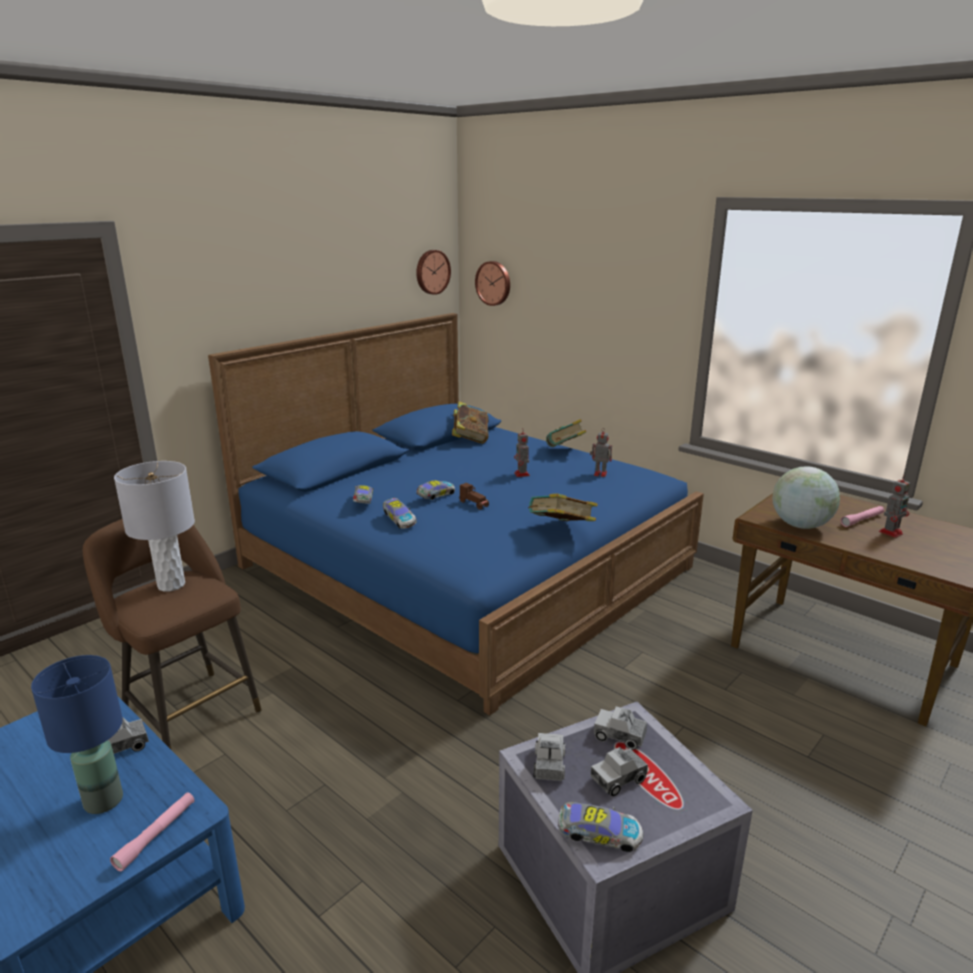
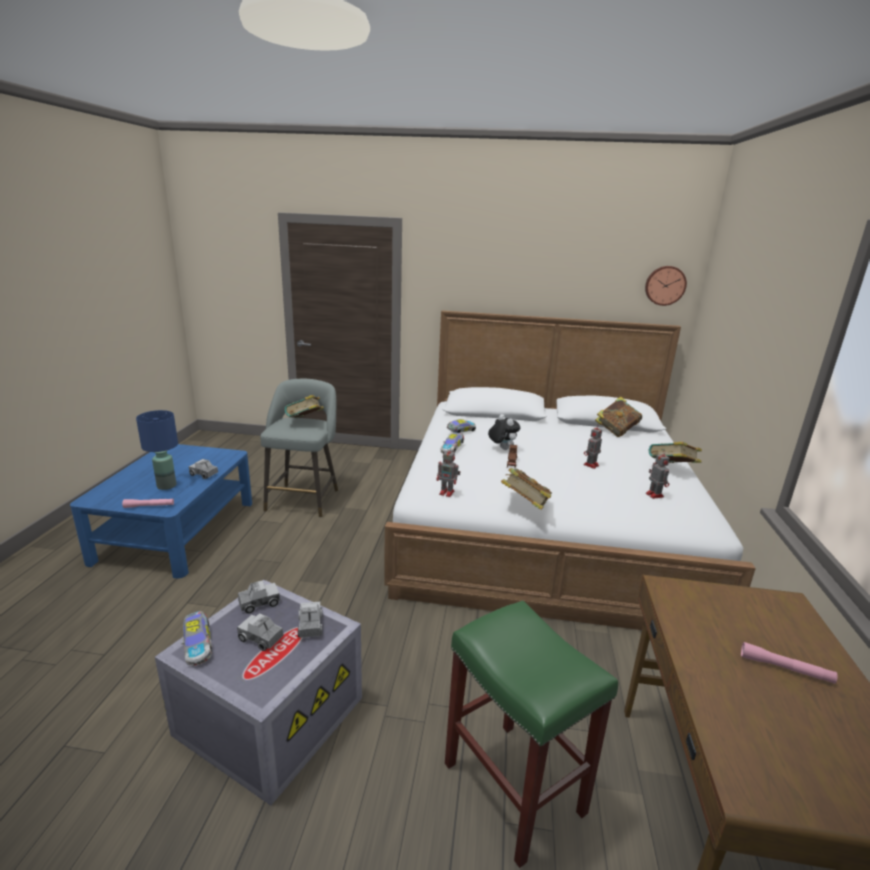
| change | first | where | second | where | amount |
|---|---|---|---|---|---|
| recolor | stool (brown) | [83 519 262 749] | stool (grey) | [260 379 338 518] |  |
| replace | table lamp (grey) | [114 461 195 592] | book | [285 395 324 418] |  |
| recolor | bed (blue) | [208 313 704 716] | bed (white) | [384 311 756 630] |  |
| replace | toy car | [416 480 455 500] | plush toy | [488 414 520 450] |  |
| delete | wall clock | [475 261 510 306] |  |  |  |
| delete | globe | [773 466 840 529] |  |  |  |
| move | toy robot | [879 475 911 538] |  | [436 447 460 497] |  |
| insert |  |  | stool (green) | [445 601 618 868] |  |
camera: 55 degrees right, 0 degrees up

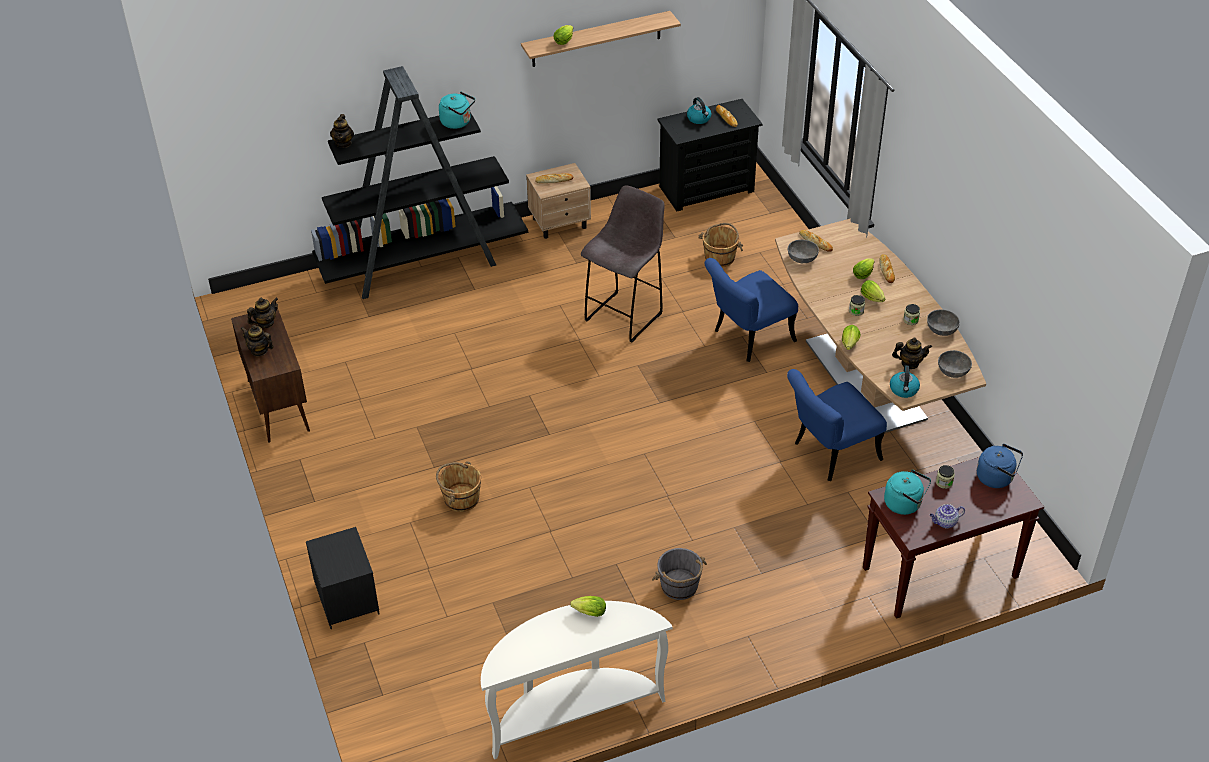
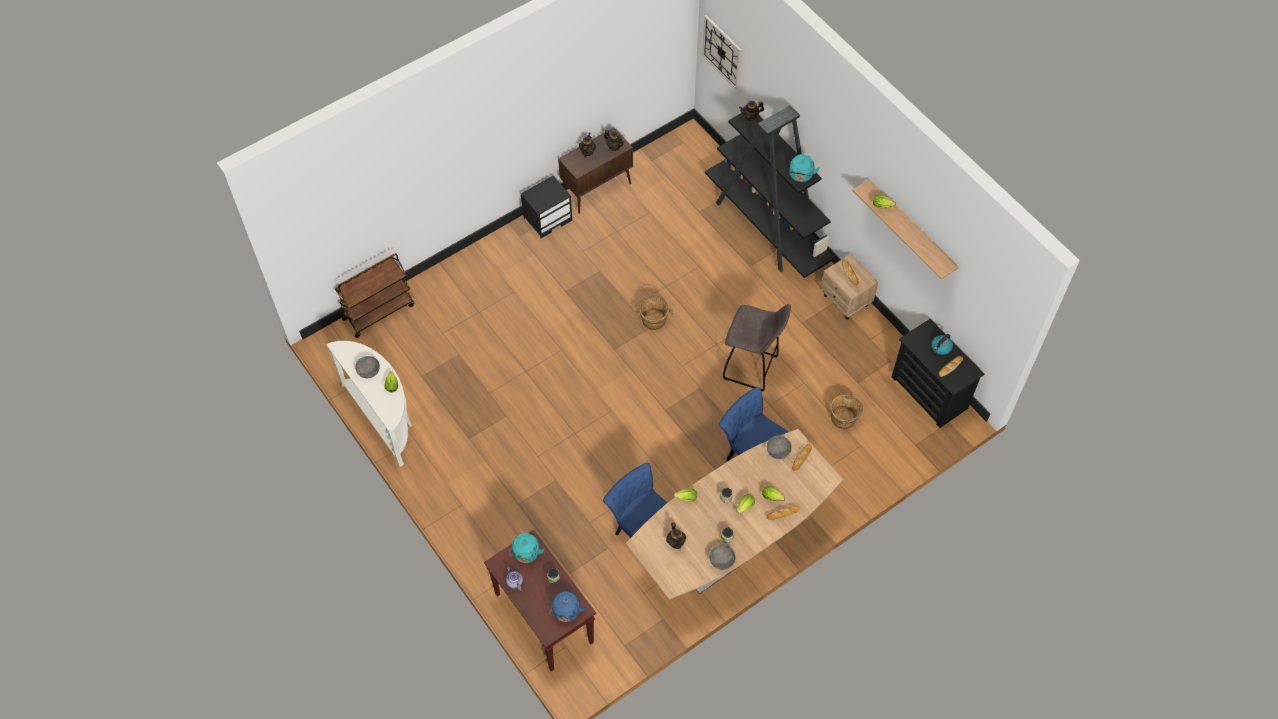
| change | first | where | second | where | amount |
|---|---|---|---|---|---|
| move | nightstand (black) | [306 527 380 629] |  | [521 176 572 238] |  |
| move | bucket (brown) | [436 461 481 512] |  | [635 294 673 330] |  |
| delete | bucket (grey) | [652 548 707 600] |  |  |  |
| delete | kettle | [890 365 920 398] |  |  |  |
| move | bowl (grey) | [938 350 972 378] |  | [355 356 380 378] |  |
| insert |  |  | cart (brown) | [335 253 414 338] |  |
| insert |  |  | wall clock | [702 15 742 90] |  |
camera: 75 degrees right, 15 degrees up

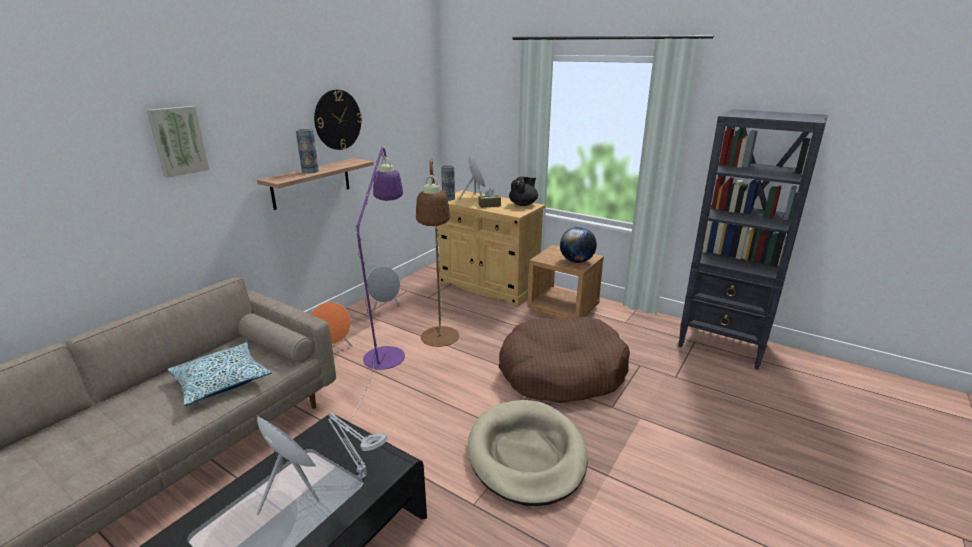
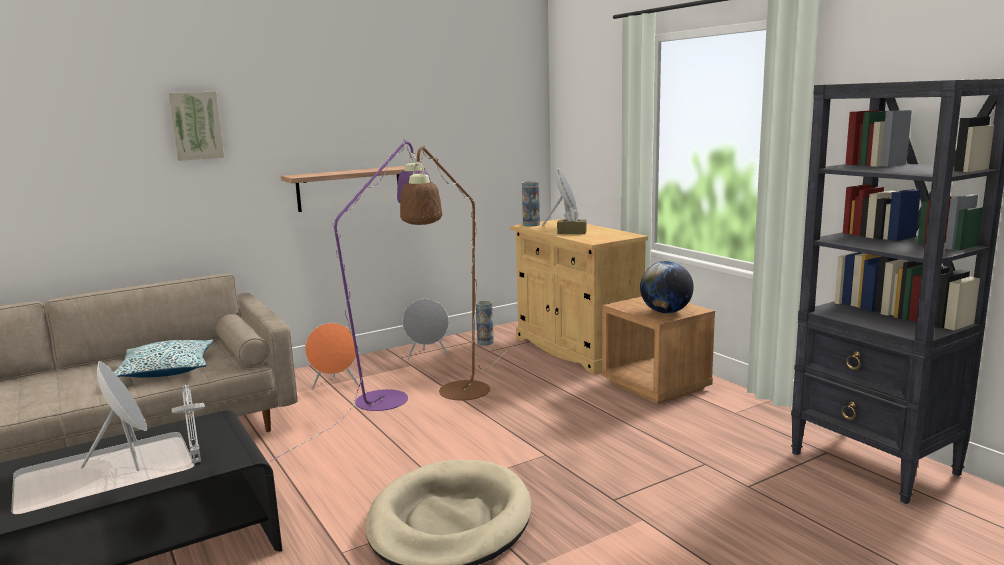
| change | first | where | second | where | amount |
|---|---|---|---|---|---|
| move | vase | [296 129 319 173] |  | [476 301 494 345] |  |
| delete | wall clock | [314 90 362 150] |  |  |  |
| delete | dog bed (brown) | [499 317 630 403] |  |  |  |
| delete | teapot (black) | [509 177 538 206] |  |  |  |
camera: 25 degrees right, 10 degrees down

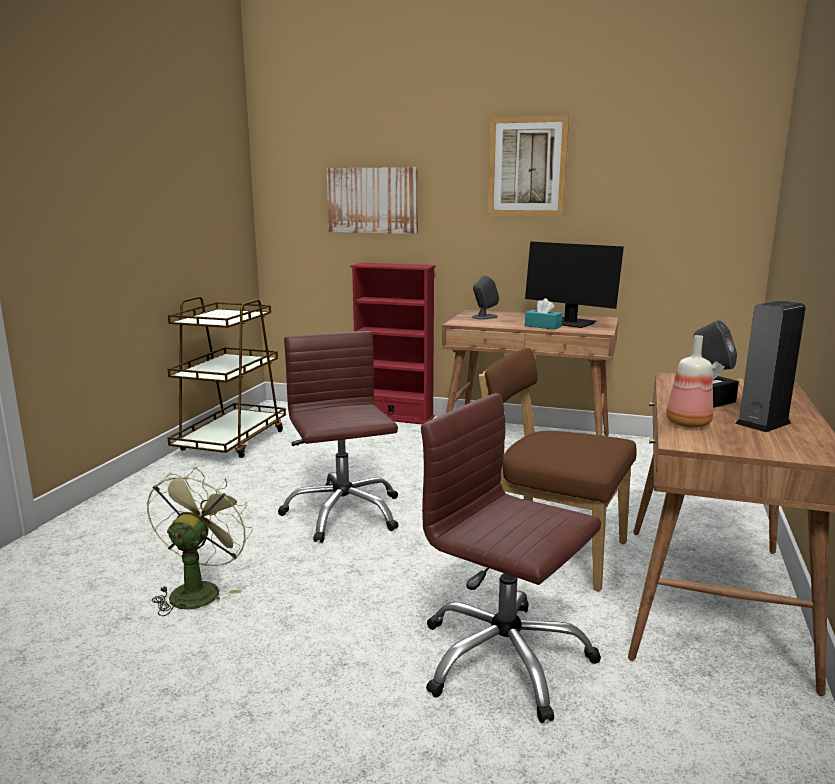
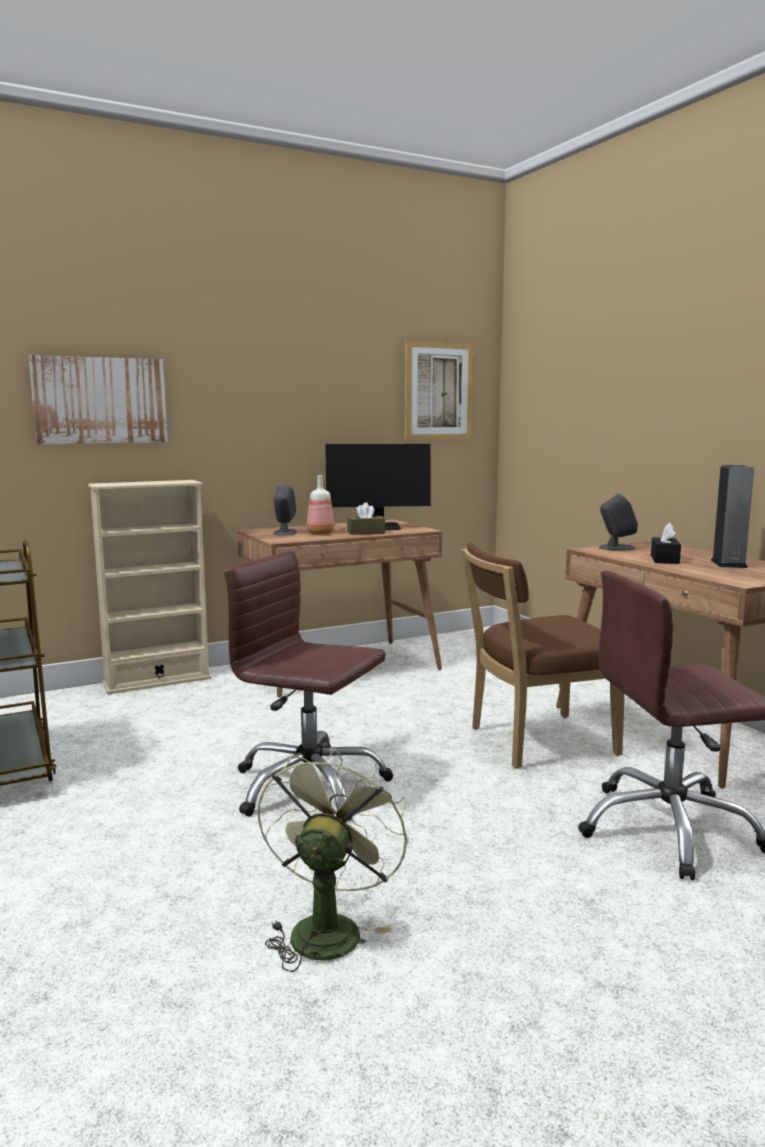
| change | first | where | second | where | amount |
|---|---|---|---|---|---|
| rotate | fan (green) | [147 467 253 616] |  | [257 747 409 972] | 45 degrees clockwise |
| recolor | bookcase (red) | [350 263 436 424] | bookcase (beige) | [88 480 211 694] |  |
| move | picture | [488 116 569 216] |  | [405 341 474 440] |  |
| recolor | tissue box (turquoise) | [525 298 563 330] | tissue box (brown) | [347 502 385 535] |  |
| move | bottle | [666 335 713 428] |  | [307 475 335 534] |  |
camera: 45 degrees left, 5 degrees down

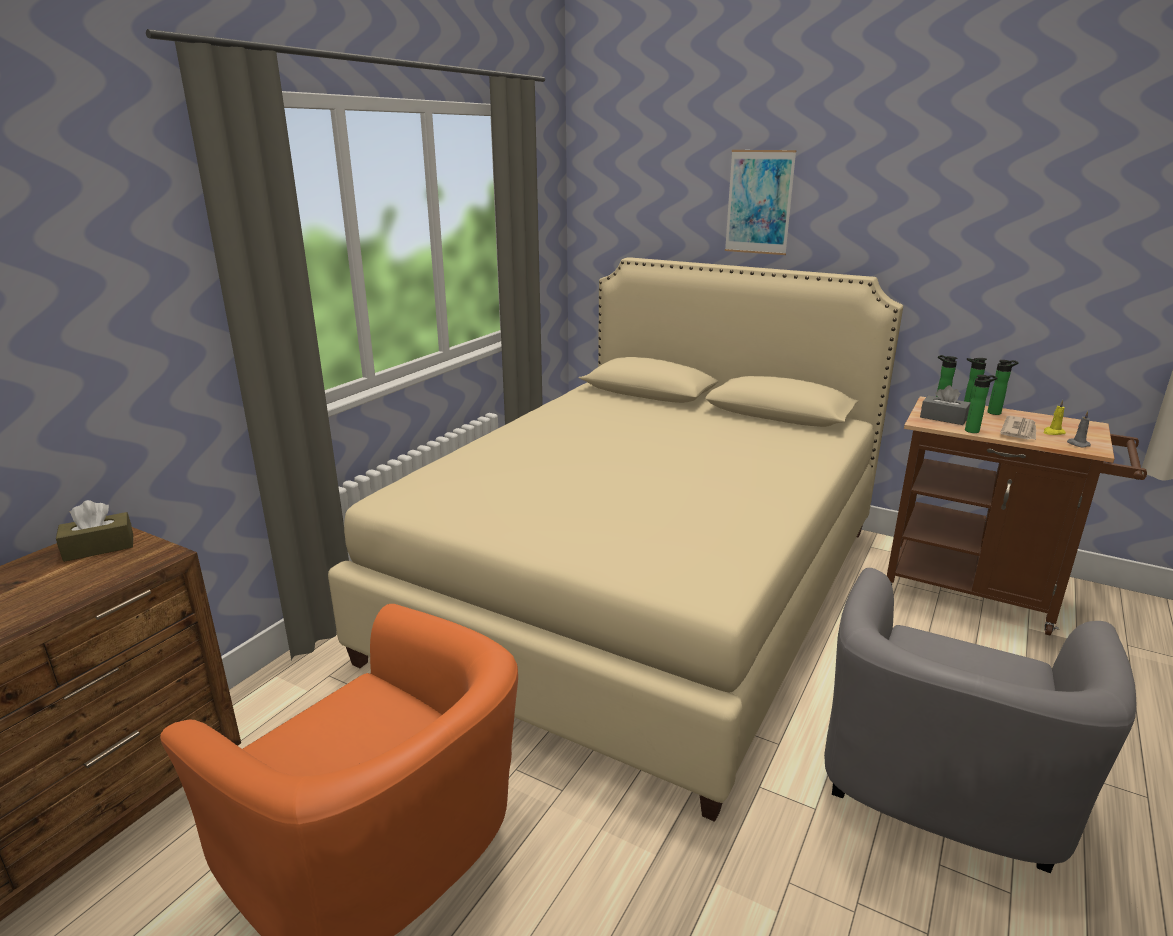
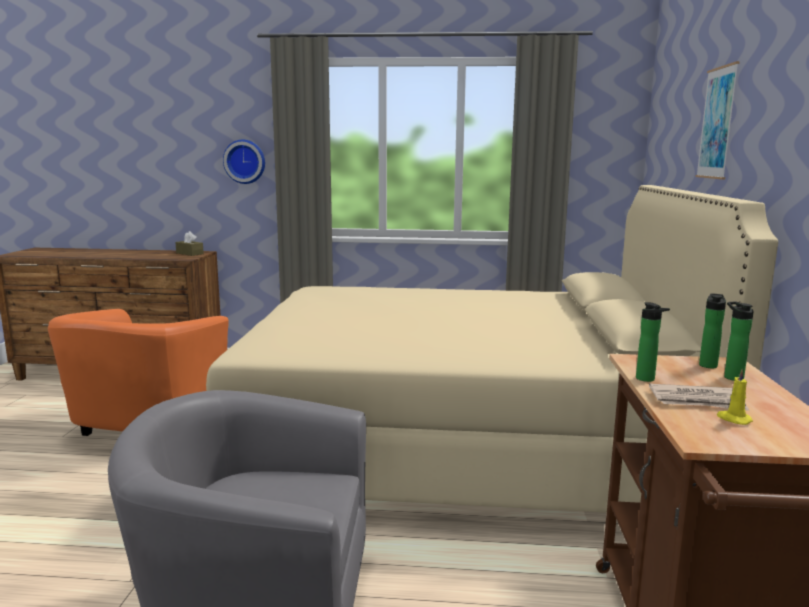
| change | first | where | second | where | amount |
|---|---|---|---|---|---|
| delete | tissue box (grey) | [920 385 970 425] |  |  |  |
| delete | bottle | [987 360 1019 415] |  |  |  |
| delete | candle (grey) | [1067 411 1091 448] |  |  |  |
| insert |  |  | wall clock | [223 140 265 184] |  |
camera: 65 degrees right, 10 degrees down

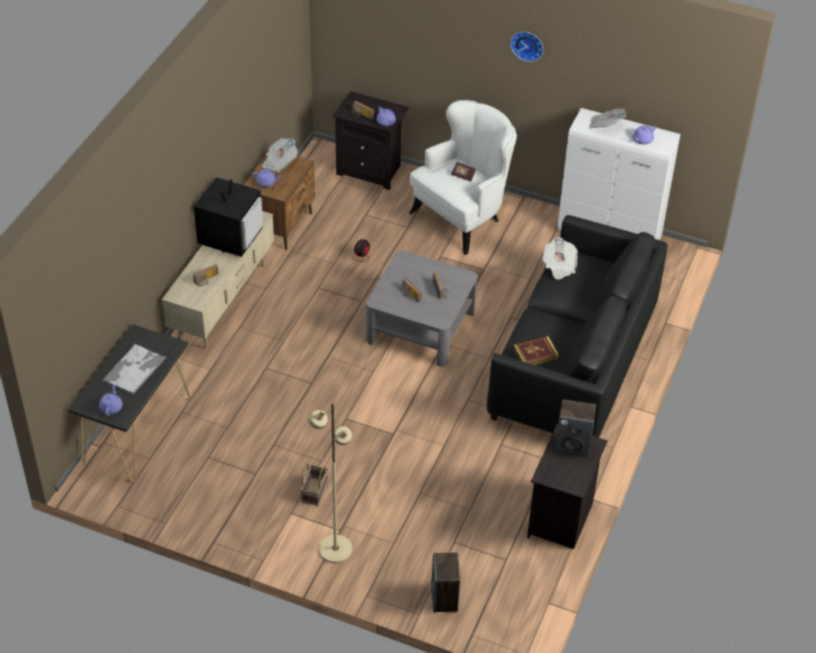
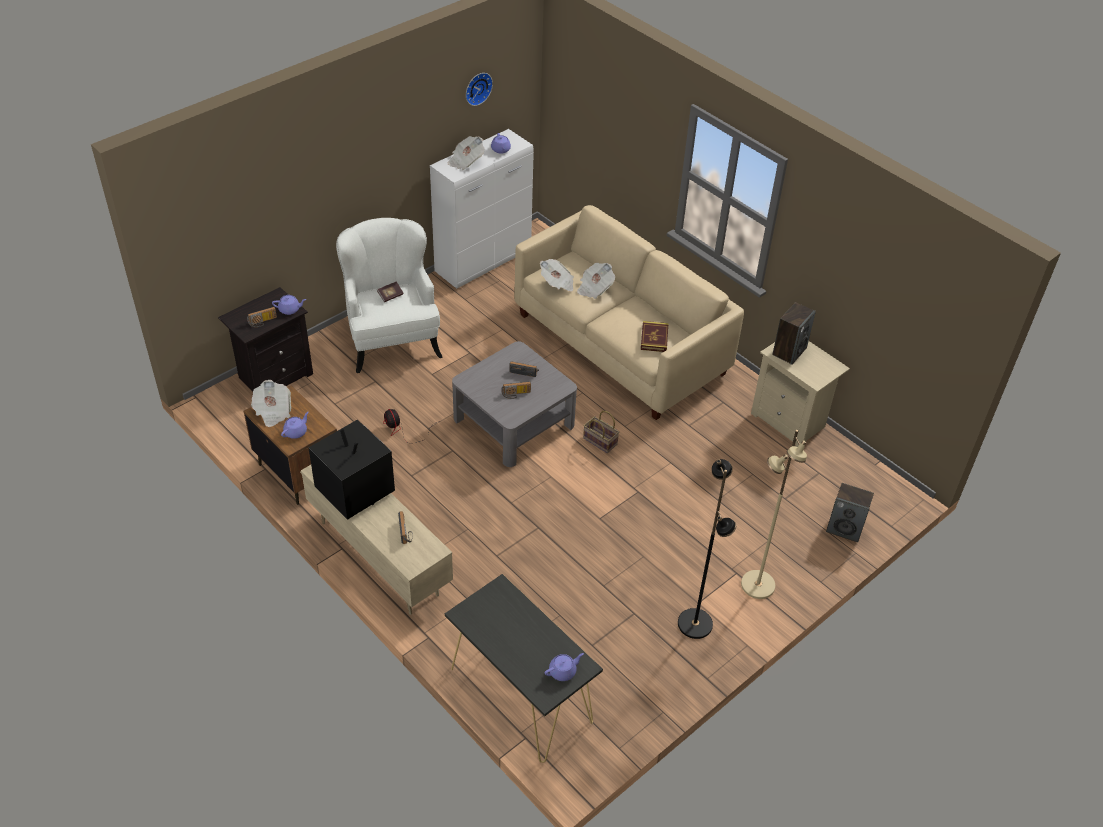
| change | first | where | second | where | amount |
|---|---|---|---|---|---|
| rotate | teapot (purple) | [99 384 123 416] |  | [545 653 584 681] | 120 degrees clockwise |
| delete | tray | [102 343 166 395] |  |  |  |
| move | basket | [300 463 328 506] |  | [583 411 619 453] |  |
| recolor | sofa (black) | [487 215 668 438] | sofa (beige) | [514 205 744 420] |  |
| move | wall clock | [510 32 543 62] |  | [466 73 493 106] |  |
| recolor | nightstand (black) | [527 425 608 549] | nightstand (beige) | [751 341 850 447] |  |
| insert |  |  | newspaper | [577 263 615 299] |  |
| insert |  |  | floor lamp (black) | [678 459 736 639] |  |
camera: 65 degrees left, 0 degrees up

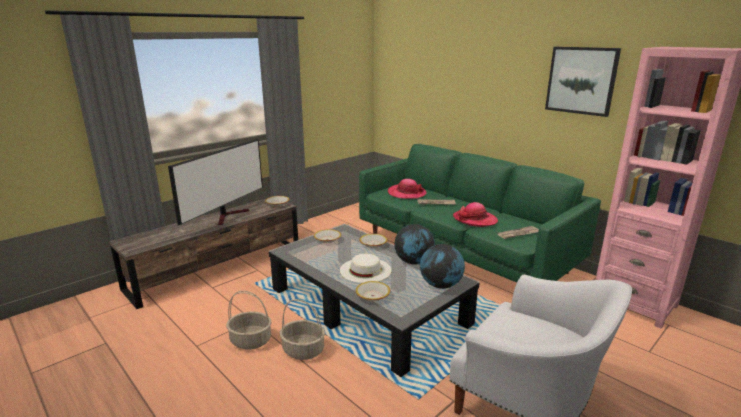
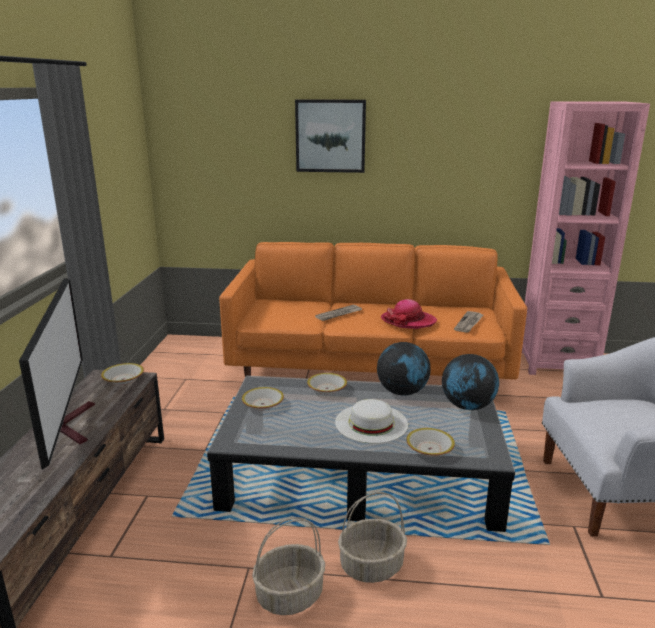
| change | first | where | second | where | amount |
|---|---|---|---|---|---|
| recolor | sofa (green) | [359 144 601 282] | sofa (orange) | [219 242 527 400] |  |
| delete | hat | [388 179 426 199] |  |  |  |
| move | picture | [545 47 621 117] |  | [295 99 366 173] |  |
camera: 40 degrees left, 0 degrees up

